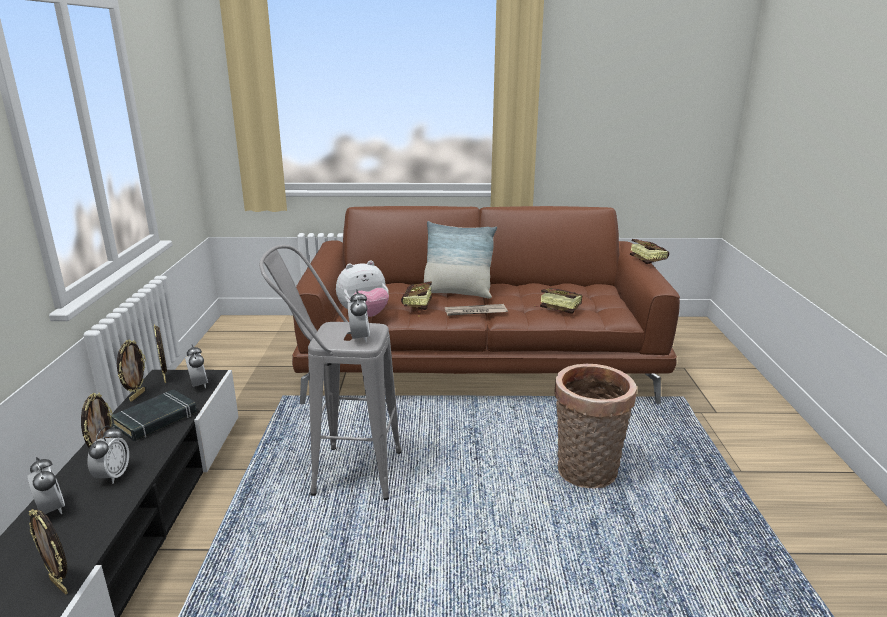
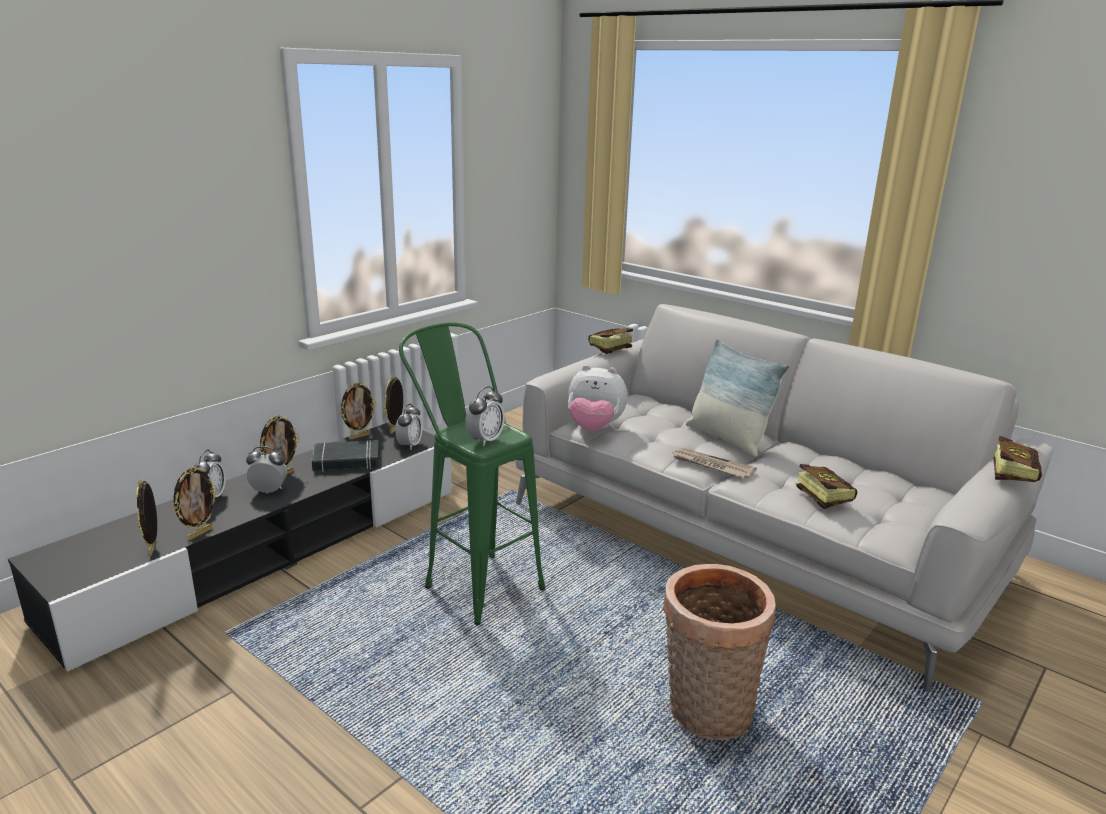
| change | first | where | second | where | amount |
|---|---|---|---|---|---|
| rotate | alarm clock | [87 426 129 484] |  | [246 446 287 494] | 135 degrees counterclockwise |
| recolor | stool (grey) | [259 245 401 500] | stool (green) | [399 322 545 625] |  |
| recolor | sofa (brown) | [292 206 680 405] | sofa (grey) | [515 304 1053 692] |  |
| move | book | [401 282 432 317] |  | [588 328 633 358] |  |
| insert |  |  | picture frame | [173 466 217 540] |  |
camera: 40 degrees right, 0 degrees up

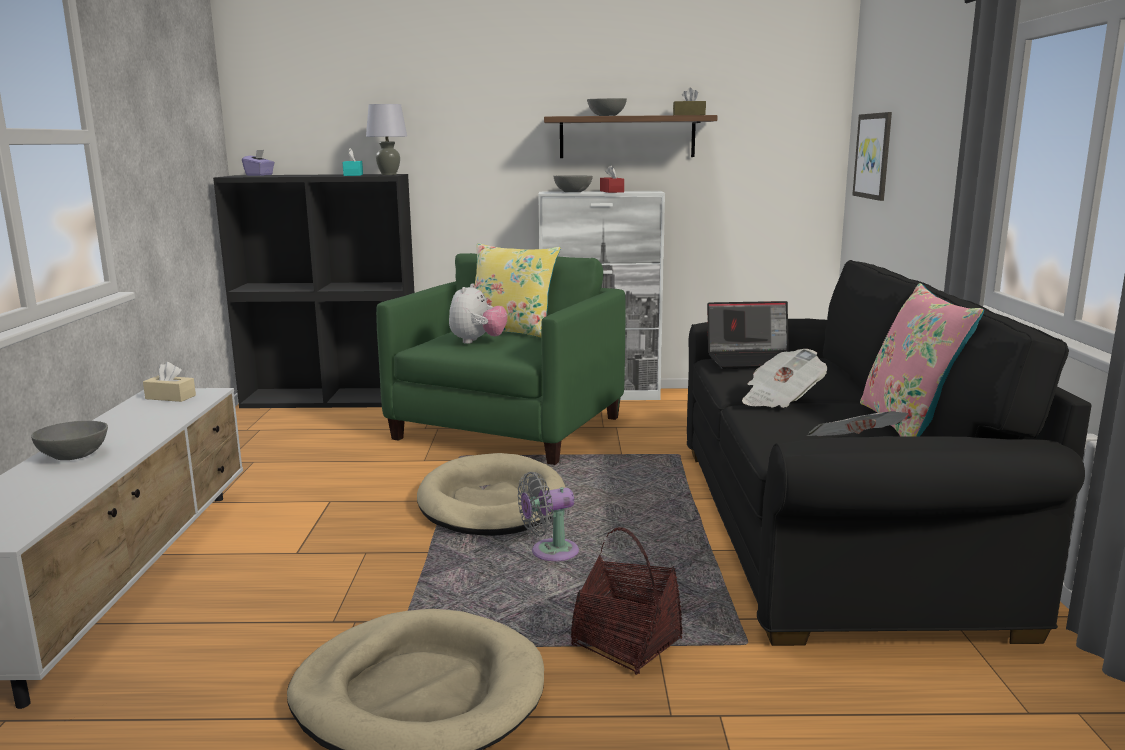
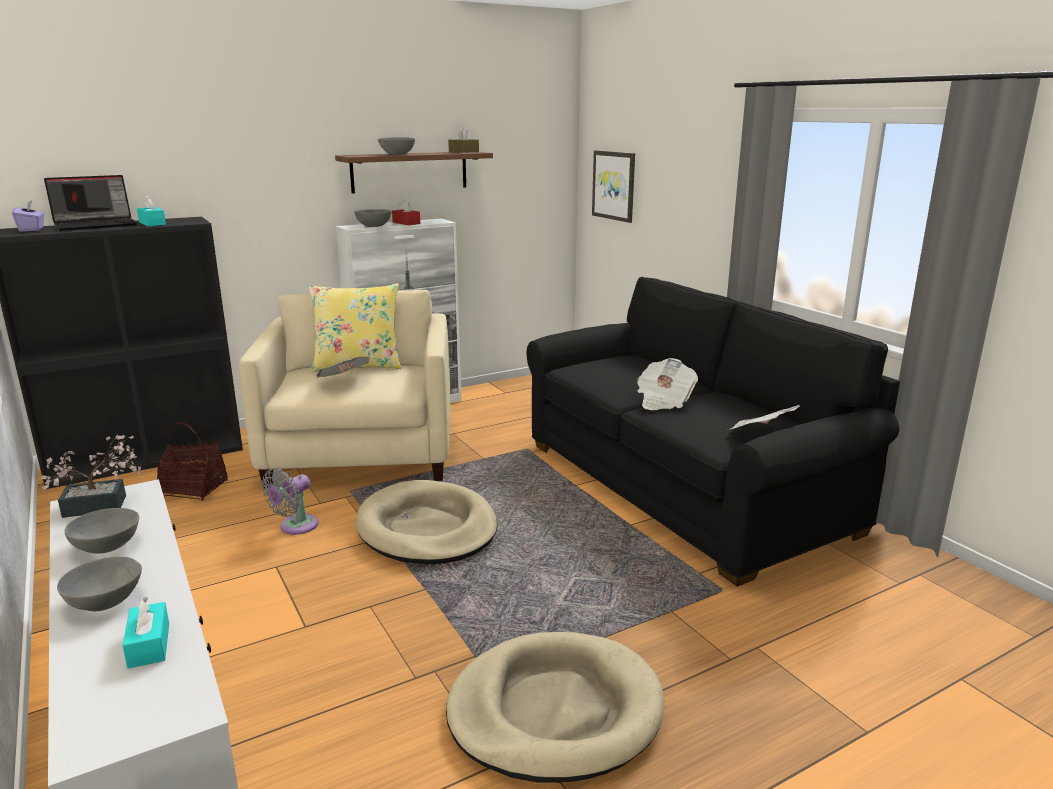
| change | first | where | second | where | amount |
|---|---|---|---|---|---|
| replace | tissue box (beige) | [143 362 196 402] | potted plant | [41 435 141 518] |  |
| delete | table lamp (grey) | [366 104 407 175] |  |  |  |
| recolor | armchair (green) | [376 253 625 465] | armchair (beige) | [239 290 450 489] |  |
| replace | plush toy | [449 283 508 344] | newspaper | [316 357 370 378] |  |
| move | fan (grey) | [517 472 579 561] |  | [262 468 319 535] |  |
| move | basket | [571 527 683 675] |  | [157 422 228 501] |  |
| move | laptop | [707 301 789 369] |  | [44 175 137 231] |  |
| delete | pillow (pink) | [860 283 984 437] |  |  |  |
| insert |  |  | bowl (grey) | [64 508 139 554] |  |
| insert |  |  | tissue box (turquoise) | [122 597 169 669] |  |
camera: 30 degrees left, 5 degrees up

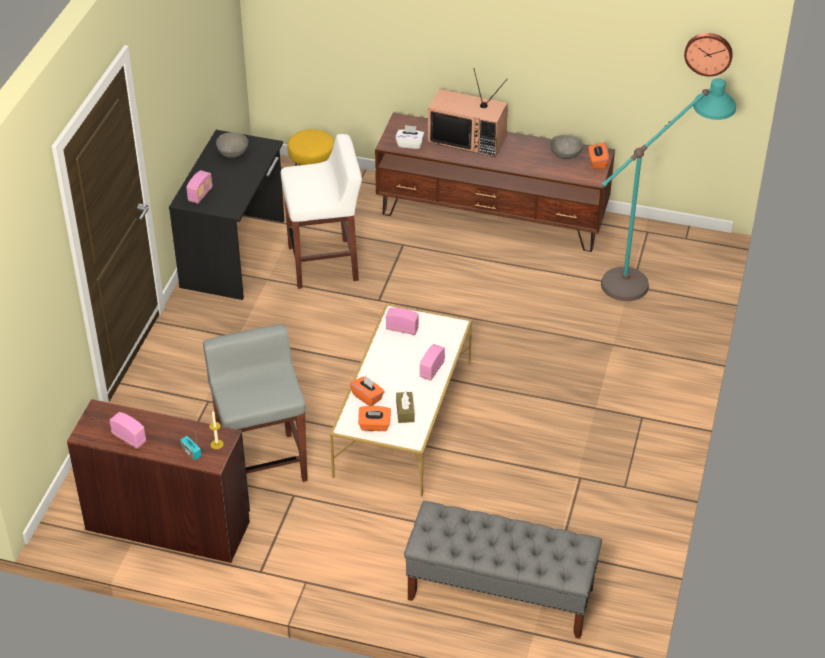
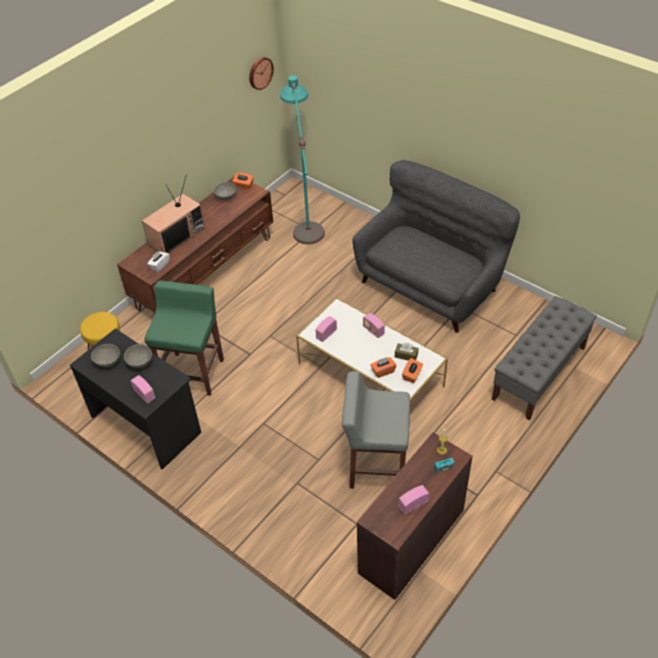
| change | first | where | second | where | amount |
|---|---|---|---|---|---|
| recolor | stool (white) | [281 134 362 289] | stool (green) | [144 281 224 396] |  |
| insert |  |  | bowl (grey) | [124 344 152 368] |  |
| insert |  |  | sofa (grey) | [353 160 520 333] |  |
camera: 65 degrees left, 5 degrees up

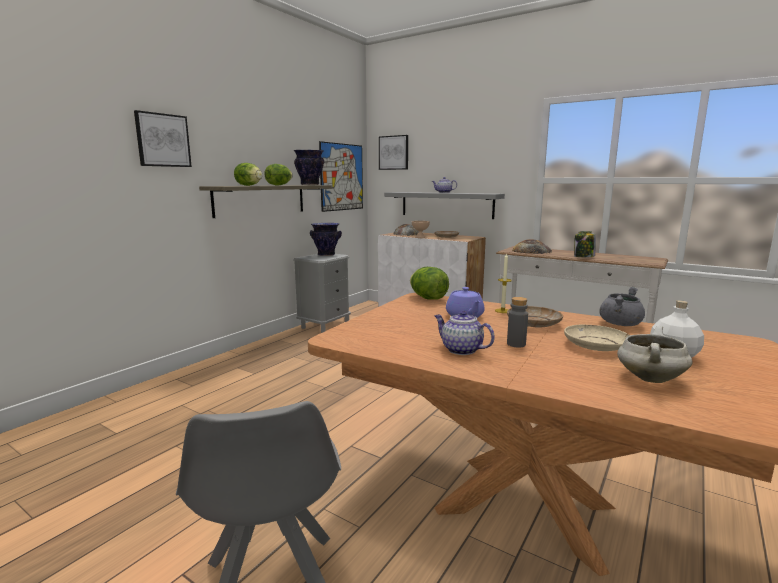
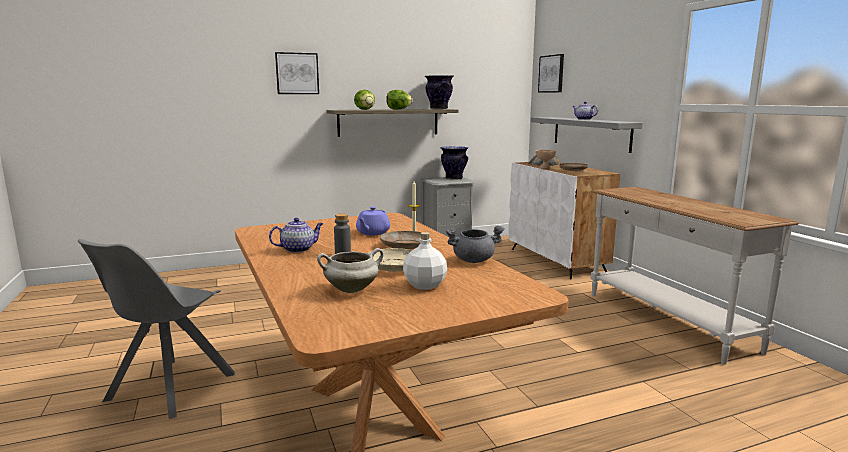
| change | first | where | second | where | amount |
|---|---|---|---|---|---|
| delete | picture | [319 141 363 212] |  |  |  |
| delete | lettuce | [410 267 449 300] |  |  |  |
| rotate | teapot | [434 311 495 355] |  | [269 218 323 253] | 75 degrees clockwise |
| delete | bread | [512 239 552 254] |  |  |  |
| delete | jar | [574 231 596 257] |  |  |  |
camera: 35 degrees right, 0 degrees up

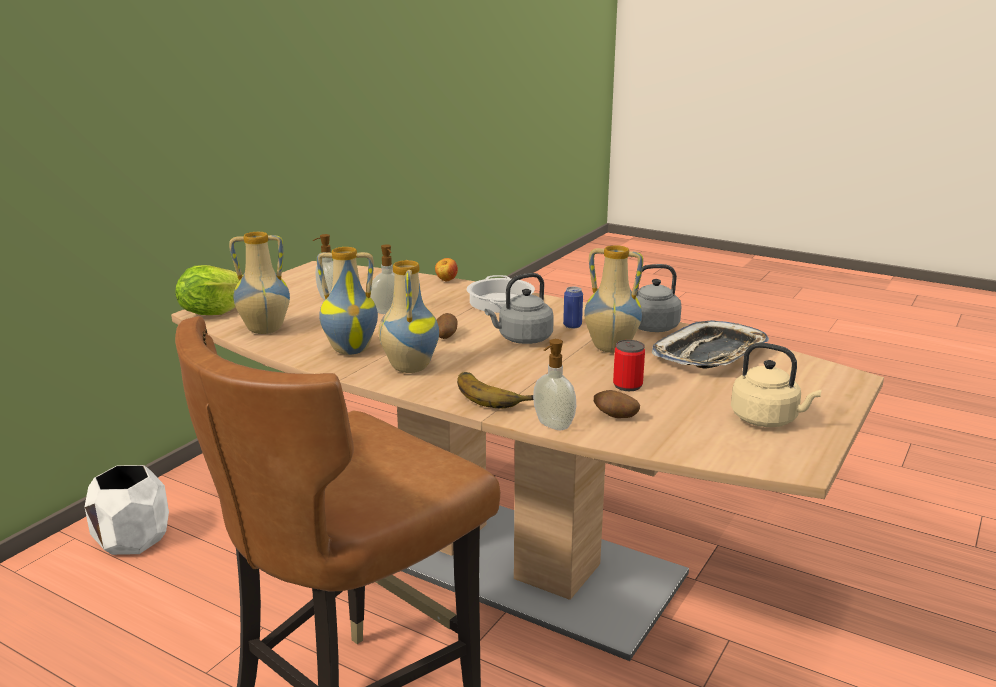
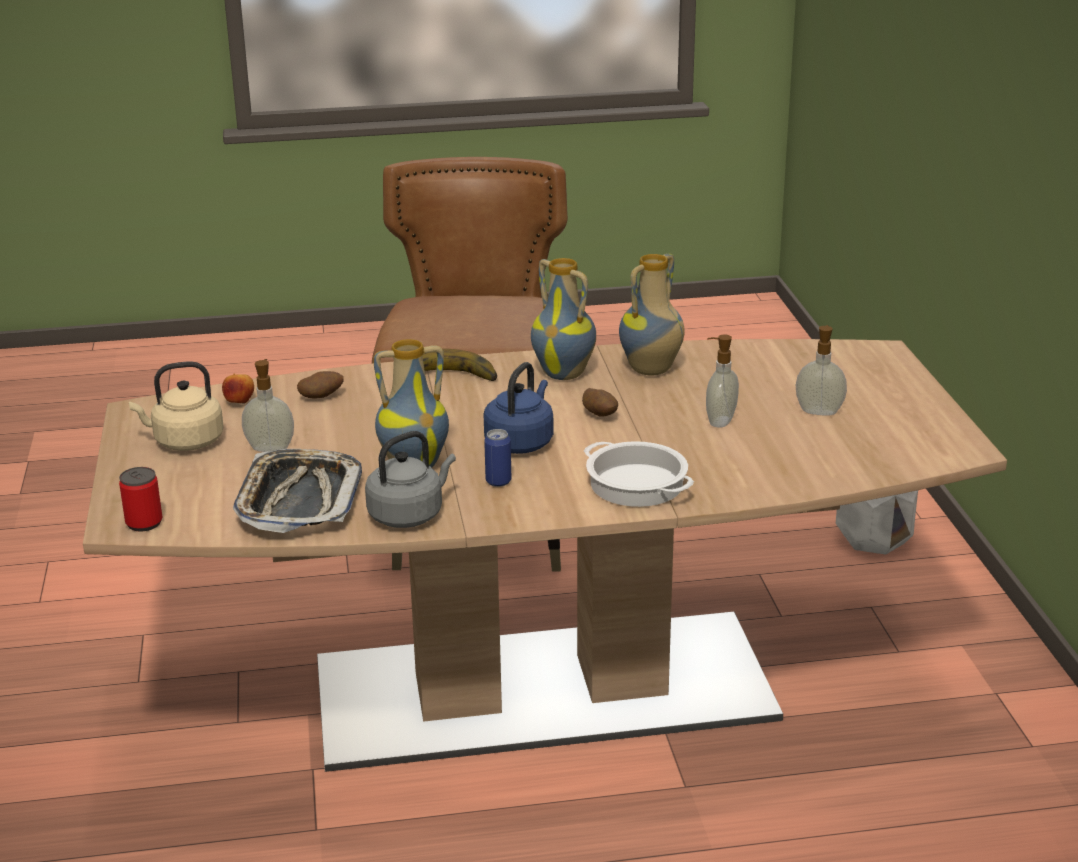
| change | first | where | second | where | amount |
|---|---|---|---|---|---|
| delete | lettuce | [175 265 243 315] |  |  |  |
| delete | vase | [229 232 290 334] |  |  |  |
| move | apple | [435 258 458 281] |  | [222 373 254 404] |  |
| recolor | kettle (grey) | [485 273 554 344] | kettle (blue) | [484 362 553 454] |  |
| move | soap dispenser | [533 339 576 430] |  | [242 359 294 452] |  |
| move | can | [613 340 645 391] |  | [119 467 162 532] |  |
camera: 140 degrees right, 5 degrees up

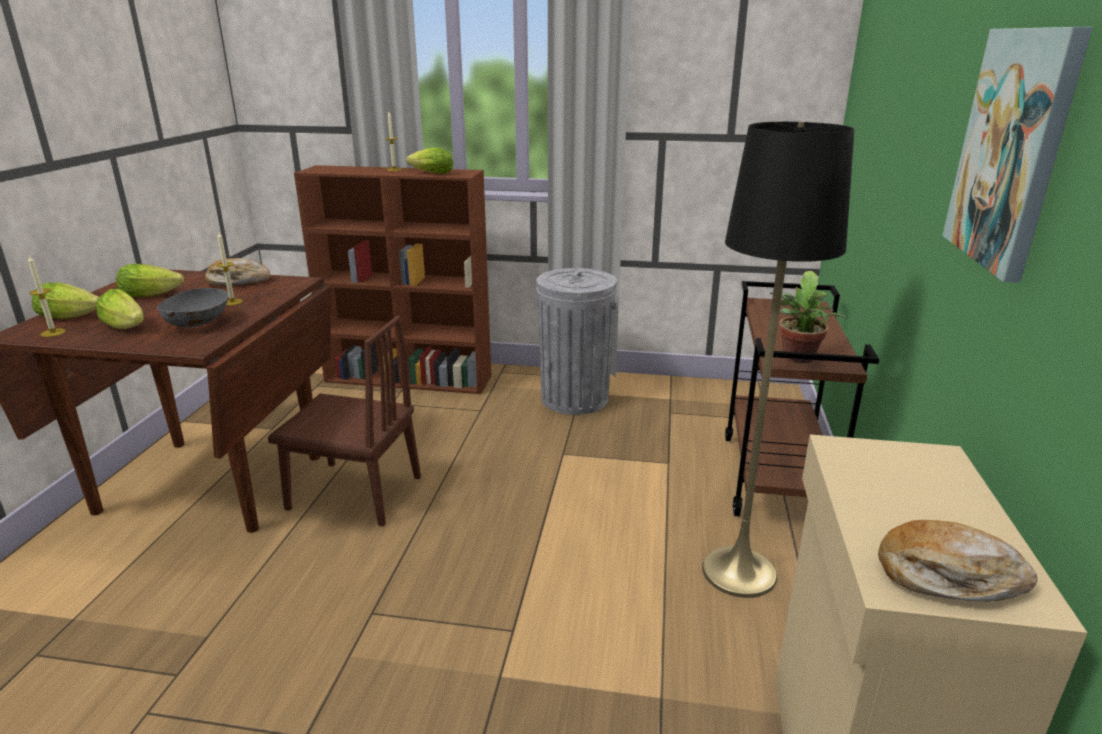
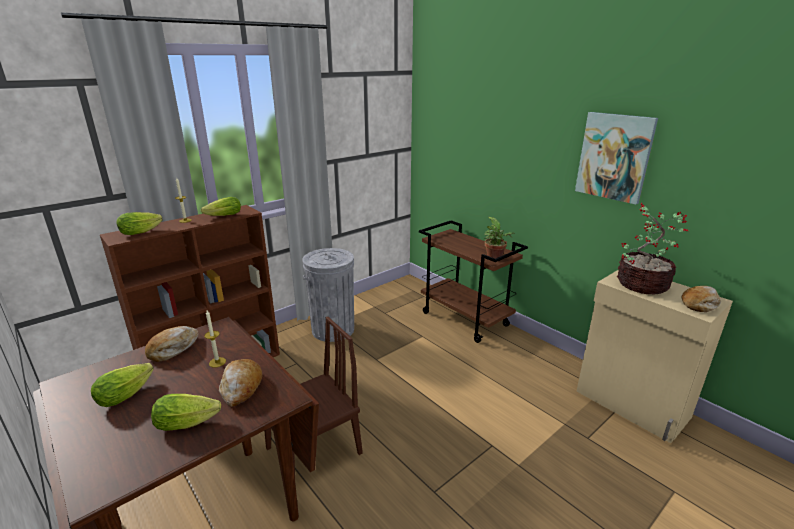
| change | first | where | second | where | amount |
|---|---|---|---|---|---|
| delete | candle | [28 256 66 337] |  |  |  |
| move | lettuce | [32 282 100 319] |  | [116 212 163 235] |  |
| replace | bowl (grey) | [157 287 228 327] | bread | [219 359 262 407] |  |
| delete | floor lamp (black) | [702 122 854 598] |  |  |  |
| insert |  |  | potted plant | [617 203 688 295] |  |
camera: 50 degrees left, 0 degrees up

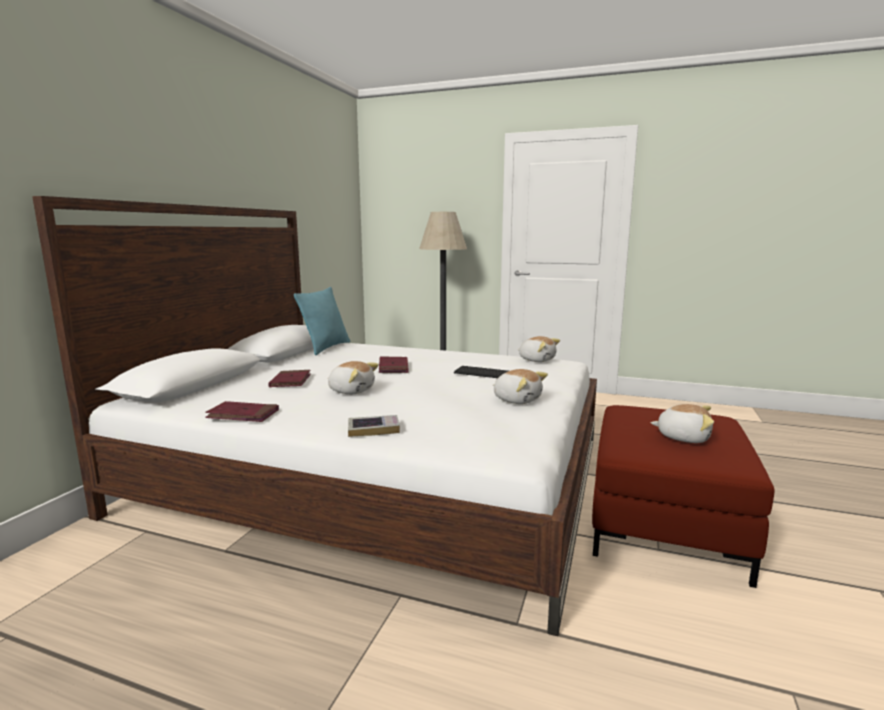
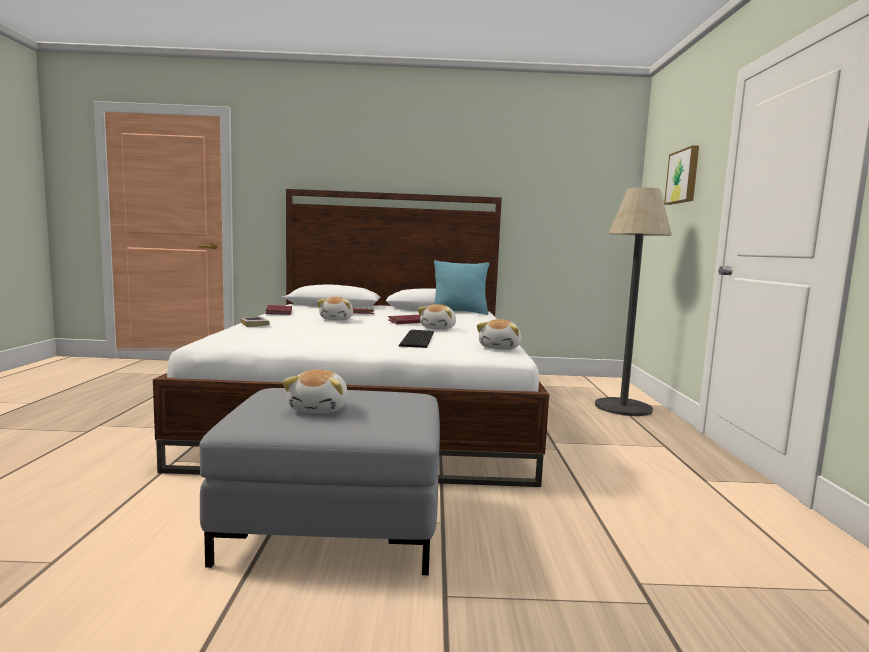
| change | first | where | second | where | amount |
|---|---|---|---|---|---|
| move | plush toy | [493 369 548 404] |  | [418 304 456 330] |  |
| recolor | ottoman (red) | [592 405 774 588] | ottoman (grey) | [199 388 440 575] |  |
| insert |  |  | picture | [664 145 699 205] |  |
camera: 70 degrees right, 5 degrees down

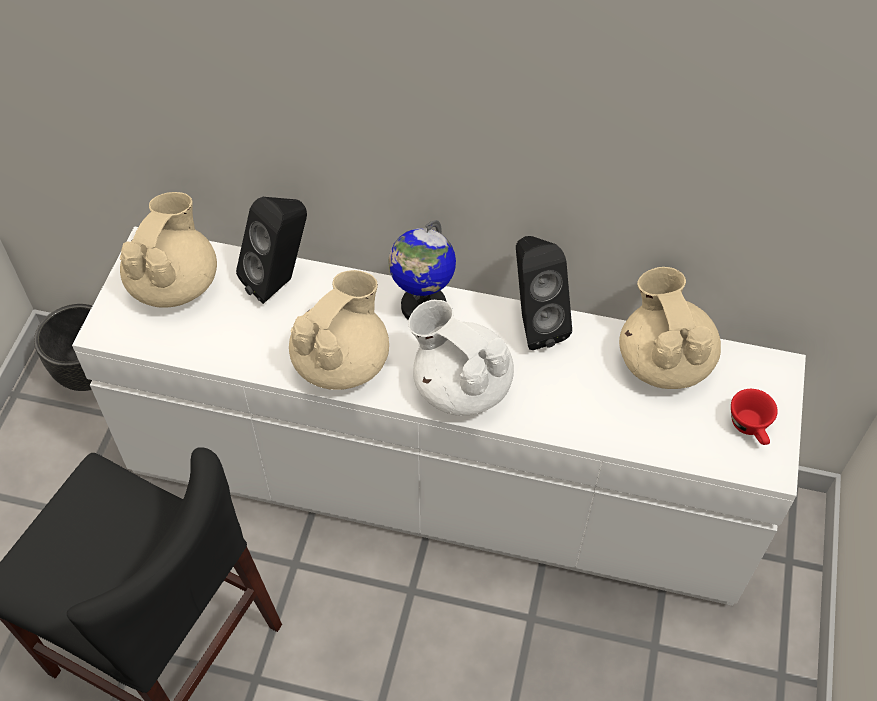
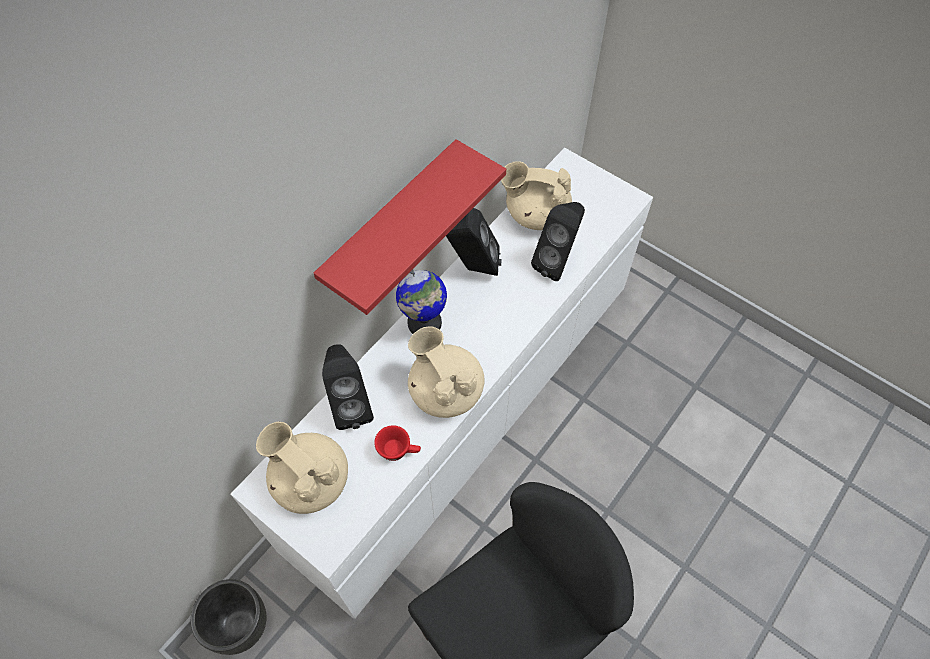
| change | first | where | second | where | amount |
|---|---|---|---|---|---|
| delete | teapot (white) | [408 300 514 416] |  |  |  |
| move | cup (red) | [731 389 778 445] |  | [374 425 421 461] |  |
| insert |  |  | shelf (red) | [314 139 506 315] |  |
| insert |  |  | speaker (black) | [531 202 585 281] |  |
camera: 65 degrees left, 5 degrees up

